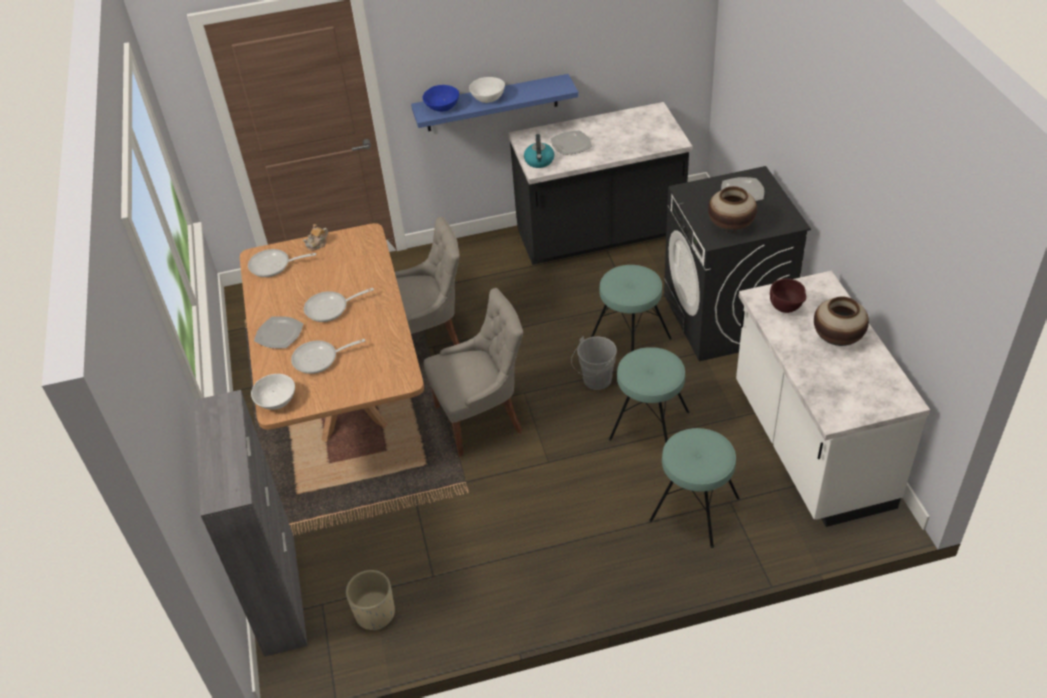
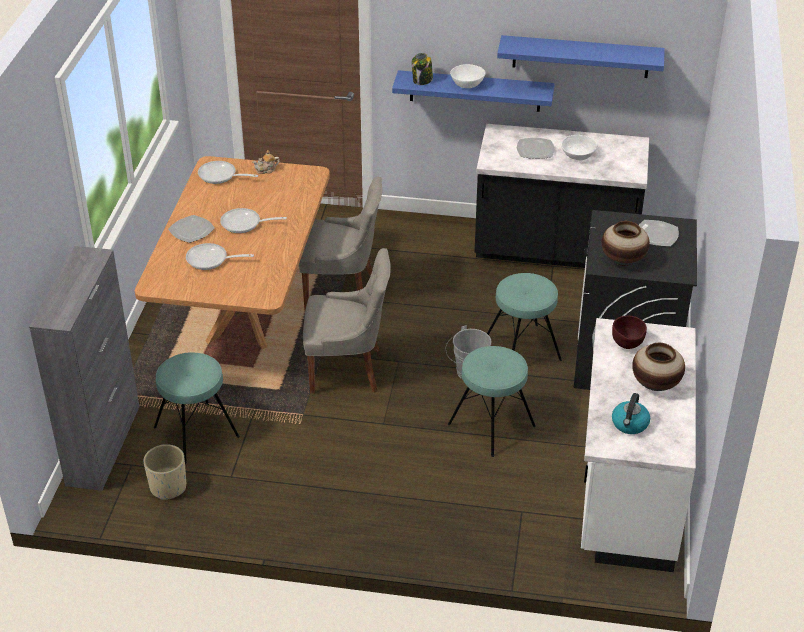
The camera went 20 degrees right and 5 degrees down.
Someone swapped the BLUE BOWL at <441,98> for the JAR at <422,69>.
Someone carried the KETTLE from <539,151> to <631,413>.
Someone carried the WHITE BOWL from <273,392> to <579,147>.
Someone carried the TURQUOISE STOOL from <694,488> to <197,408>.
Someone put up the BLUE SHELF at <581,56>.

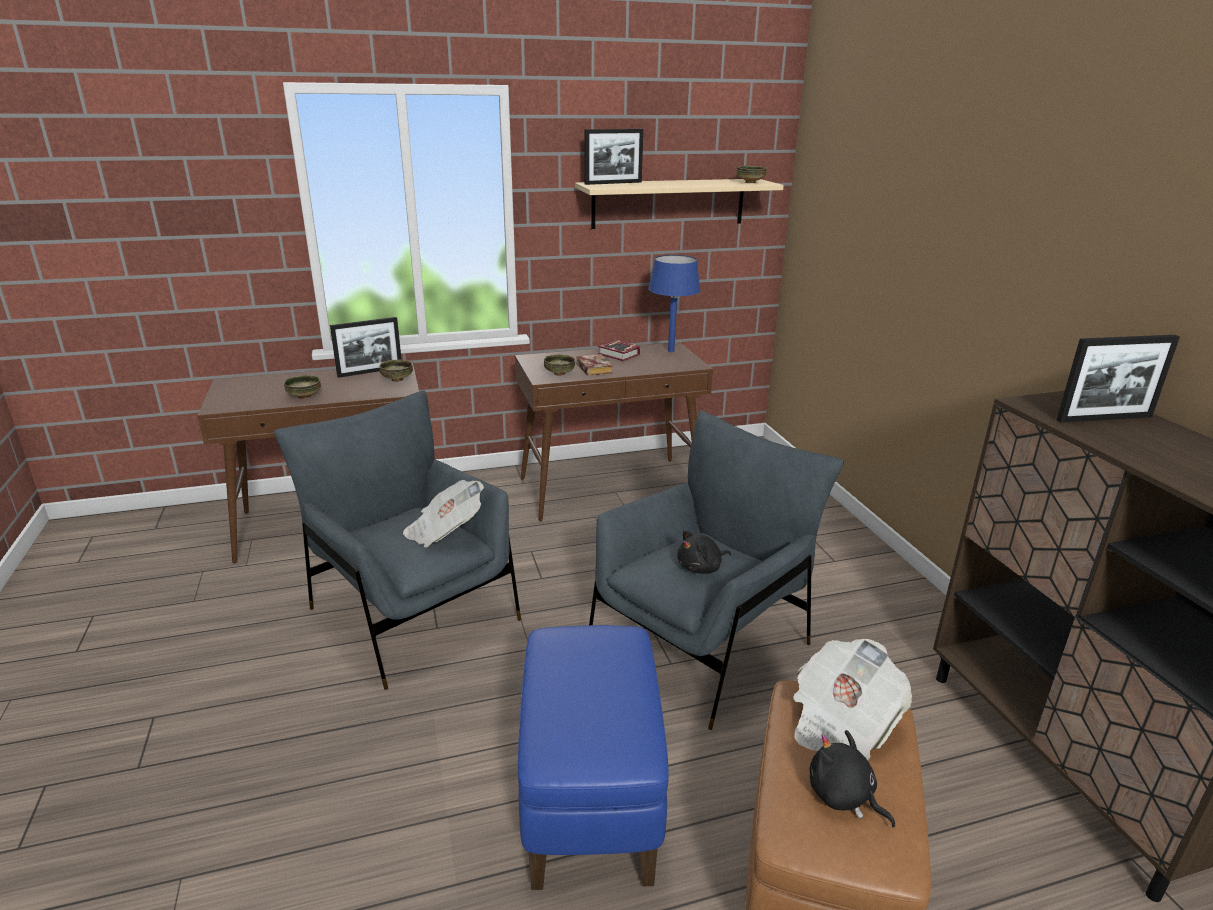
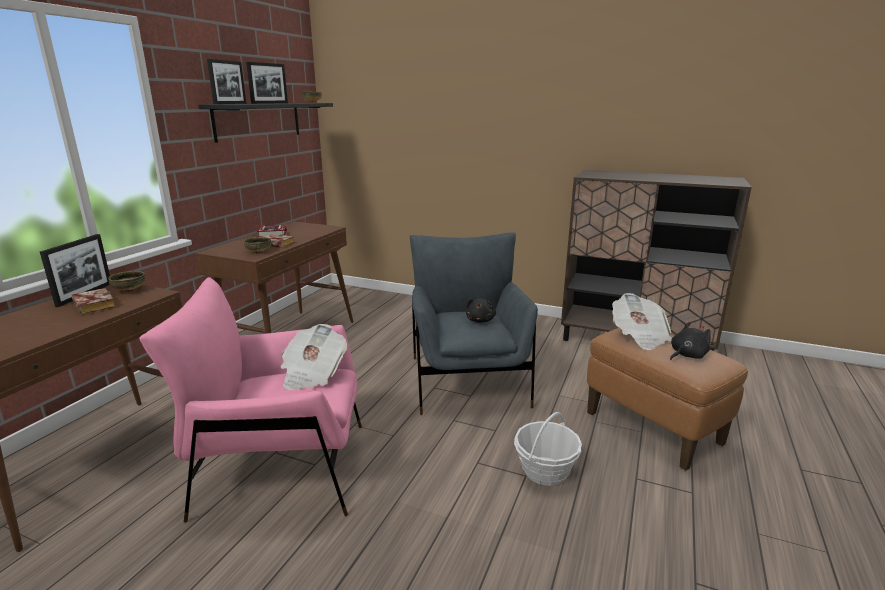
The camera went 50 degrees left and 5 degrees down.
Someone repainted the BEIGE SHELF at <679,204>, which became the BLACK SHELF at <265,123>.
Someone took away the BLUE TABLE LAMP at <674,303>.
Someone carried the PICTURE FRAME from <1118,379> to <267,83>.
Someone took away the BOWL at <302,387>.
Someone repainted the GREY ARMCHAIR at <397,540>, which became the PINK ARMCHAIR at <250,400>.
Someone swapped the BLUE OTTOMAN at <593,757> for the BASKET at <548,449>.
Someone rotated the BLACK PLUSH TOY at <852,779> by 150 degrees clockwise.
Someone put down the BOOK at <93,301>.

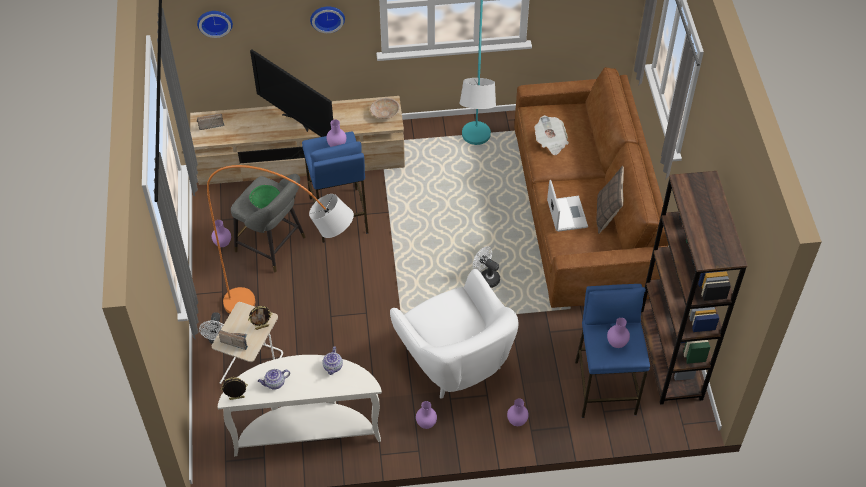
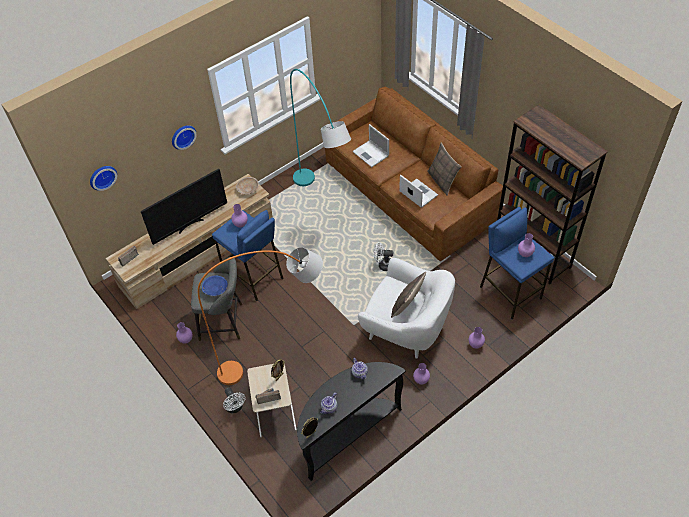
The camera went 30 degrees left and 0 degrees up.
Someone rotated the TELEVISION at <291,93> by 45 degrees counterclockwise.
Someone swapped the NEWSPAPER at <551,135> for the LAPTOP at <370,145>.
Someone repainted the GREEN BOWL at <264,197>, which became the BLUE BOWL at <215,285>.
Someone repainted the WHITE CONSOLE TABLE at <300,405>, which became the BLACK CONSOLE TABLE at <351,421>.
Someone put down the PILLOW at <408,295>.

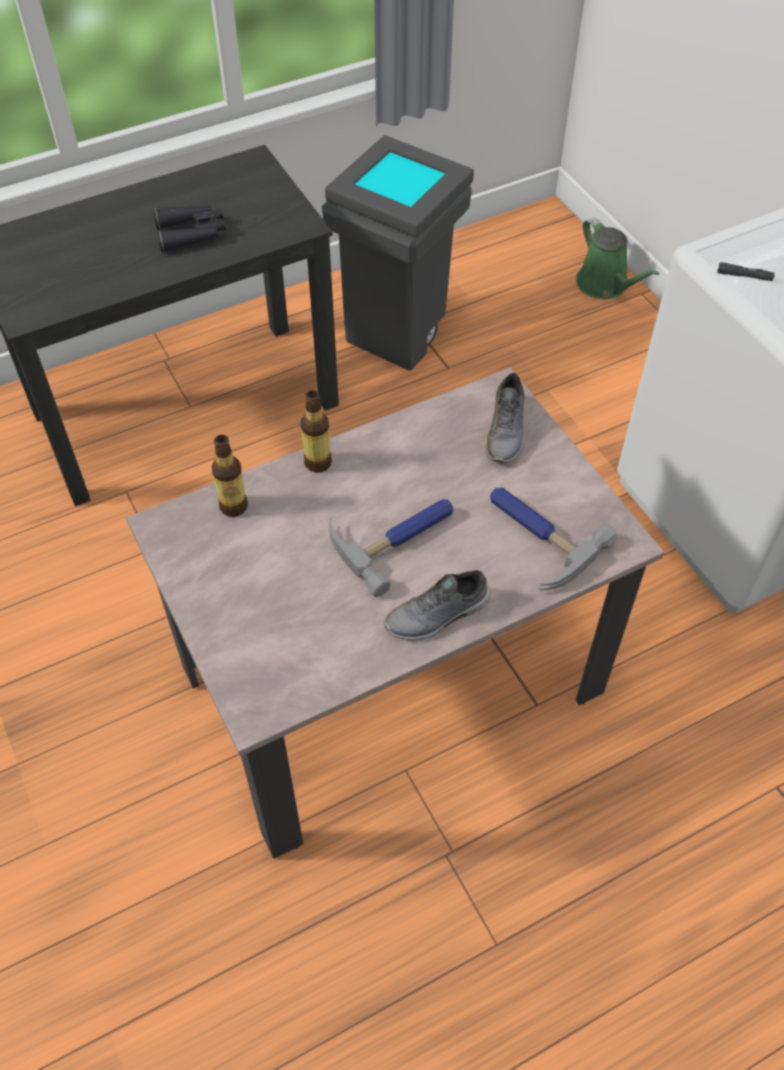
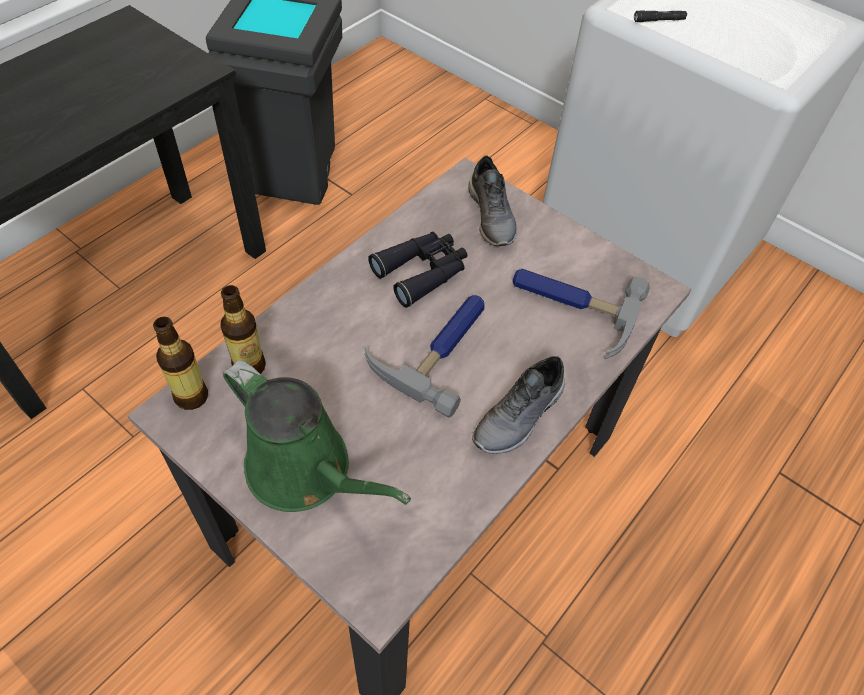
The camera went 25 degrees left and 0 degrees up.
Someone carried the BLACK BINOCULARS from <189,228> to <417,270>.
Someone carried the GREEN WATERING CAN from <617,258> to <317,436>.
Someone carried the BOTTLE from <316,431> to <180,363>.

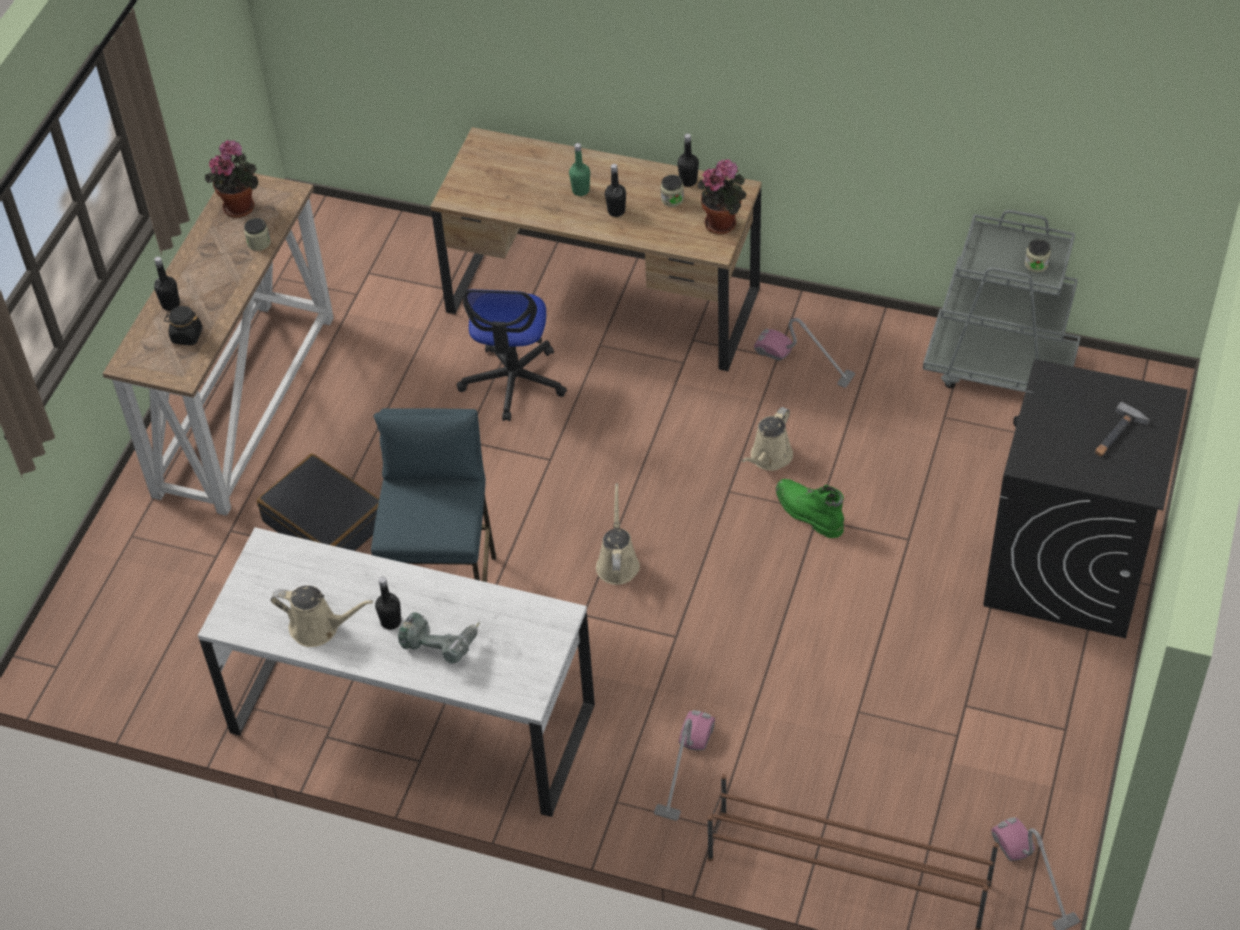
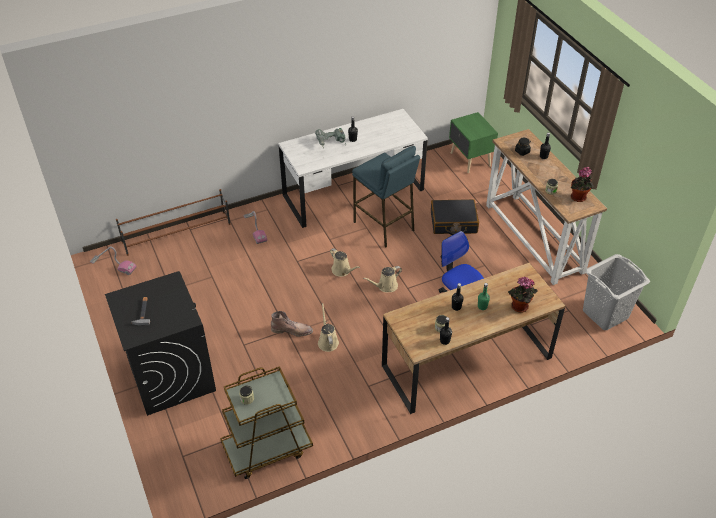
The camera went 135 degrees right and 5 degrees down.
Someone carried the POTTED PLANT from <721,197> to <522,295>.
Someone repainted the GREY CART at <1002,301>, which became the BROWN CART at <266,422>.
Someone took away the VACUUM CLEANER at <804,353>.
Someone repainted the GREEN BOOT at <810,508>, which became the BROWN BOOT at <292,324>.
Someone carried the BEIGE WATERING CAN from <322,616> to <382,279>.
Someone put down the GREEN NIGHTSTAND at <473,142>.
Someone put down the GREY LAUNDRY BASKET at <616,292>.

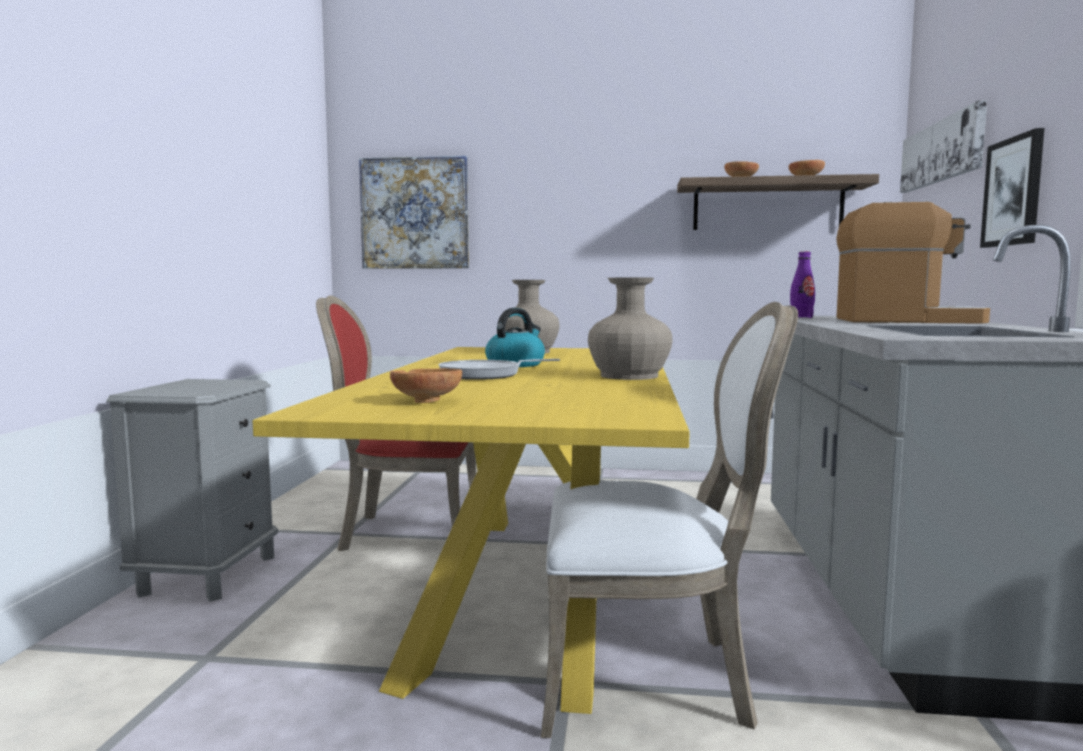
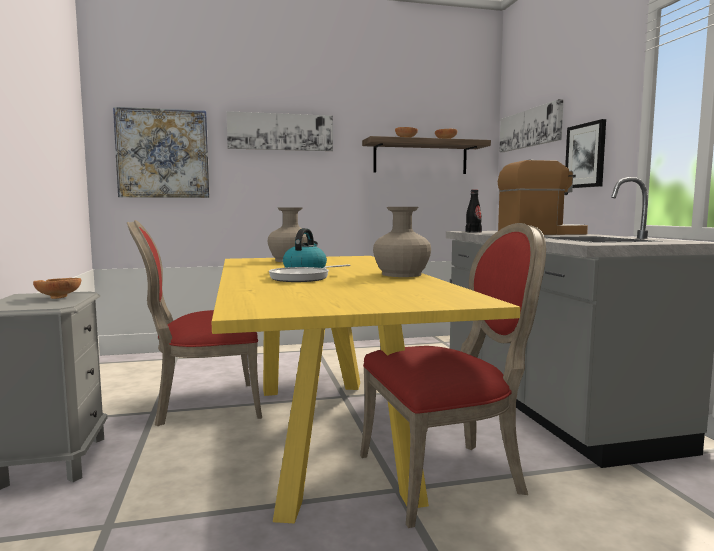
The camera went 20 degrees left and 0 degrees up.
Someone repainted the PURPLE BOTTLE at <802,285>, which became the BLACK BOTTLE at <473,211>.
Someone repainted the WHITE CHAIR at <669,520>, which became the RED CHAIR at <453,375>.
Someone carried the BROWN BOWL from <426,385> to <57,288>.
Someone put up the PICTURE at <280,131>.

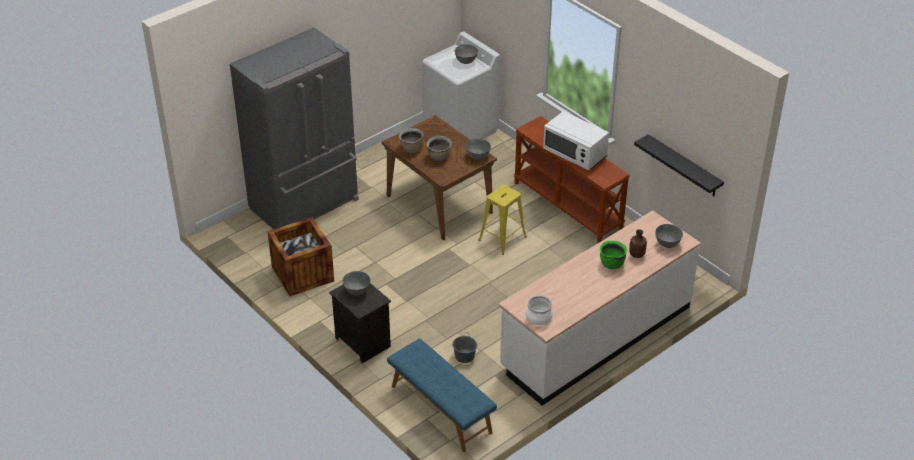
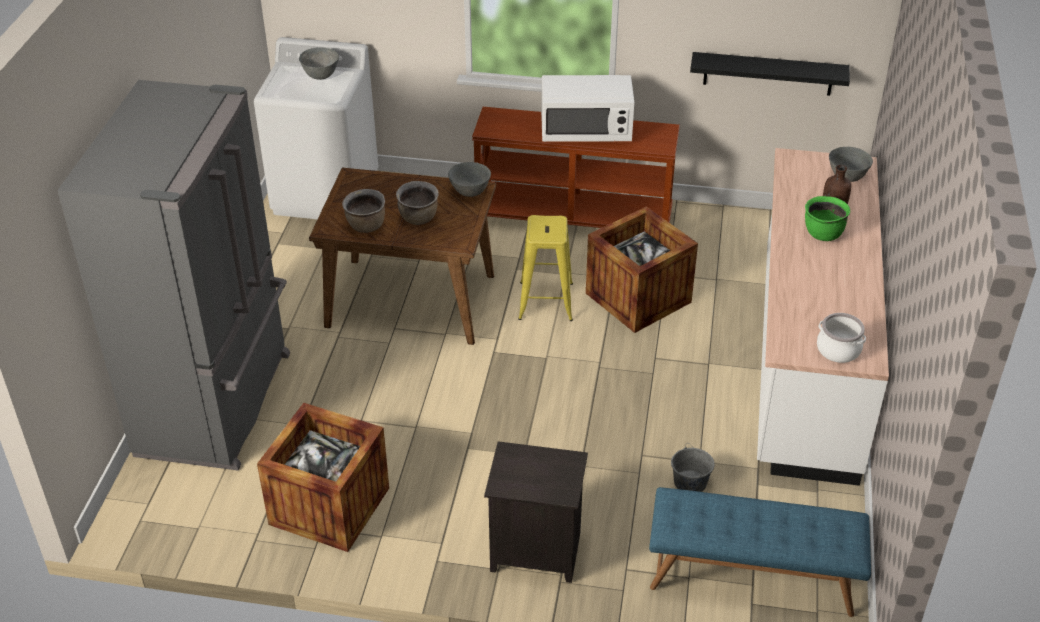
The camera went 40 degrees left and 0 degrees up.
Someone took away the GREY BOWL at <356,283>.
Someone put down the CRATE at <642,269>.

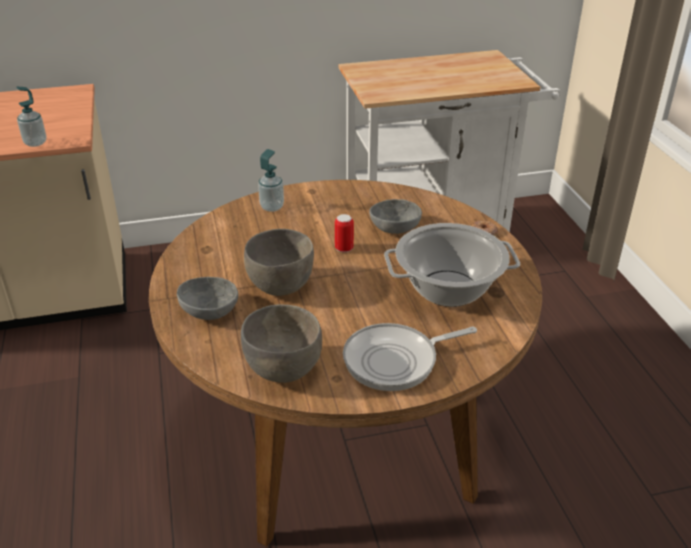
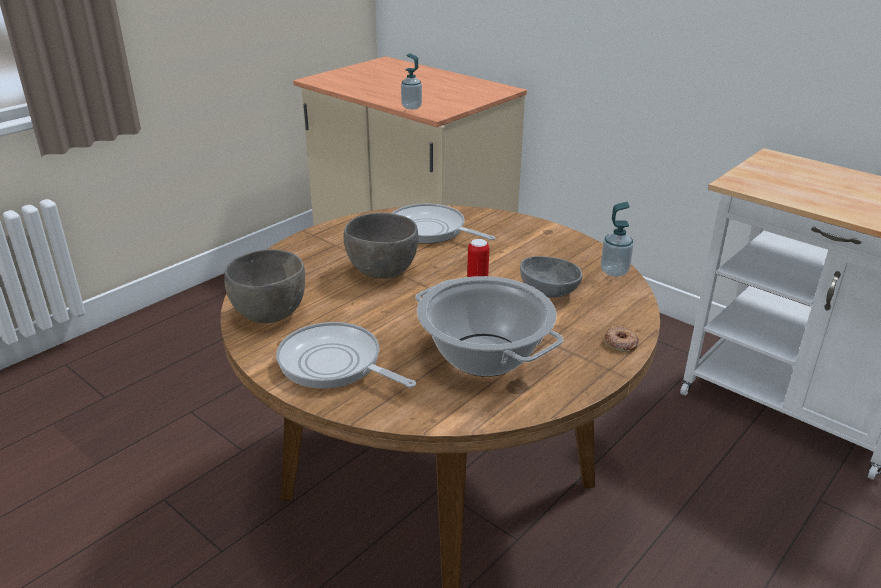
The camera went 55 degrees right and 5 degrees down.
Someone carried the SOAP DISPENSER from <271,180> to <617,239>.
Someone took away the GREY BOWL at <208,298>.
Someone put down the FRYING PAN at <443,223>.

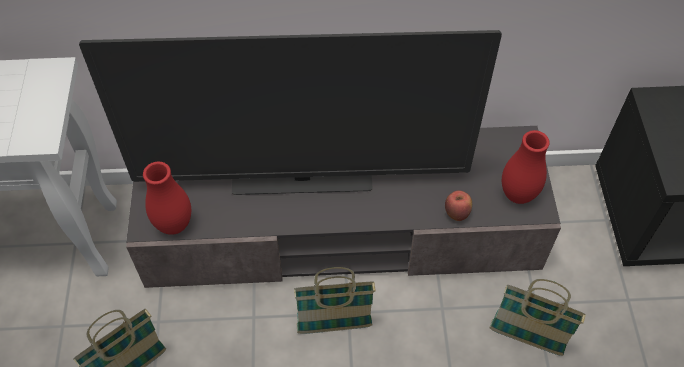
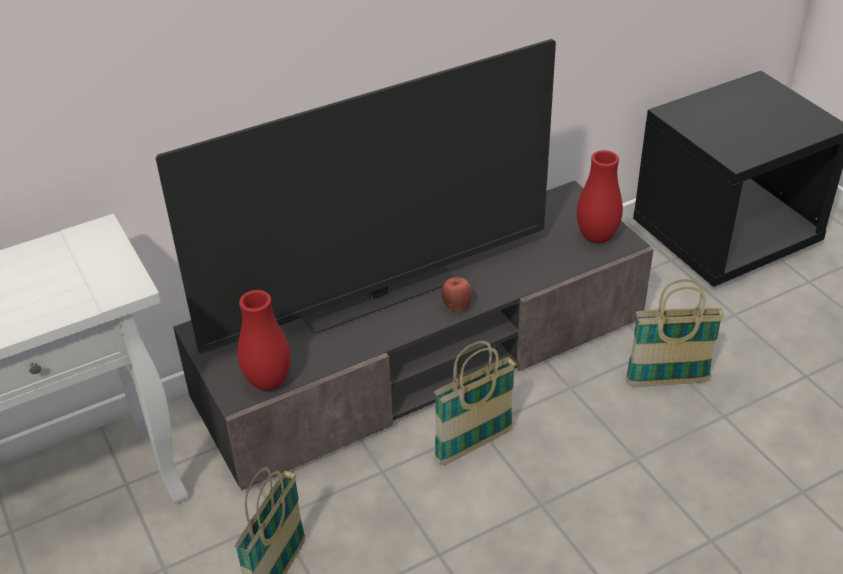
The camera went 25 degrees left and 15 degrees down.
Someone carried the APPLE from <458,205> to <456,294>.

